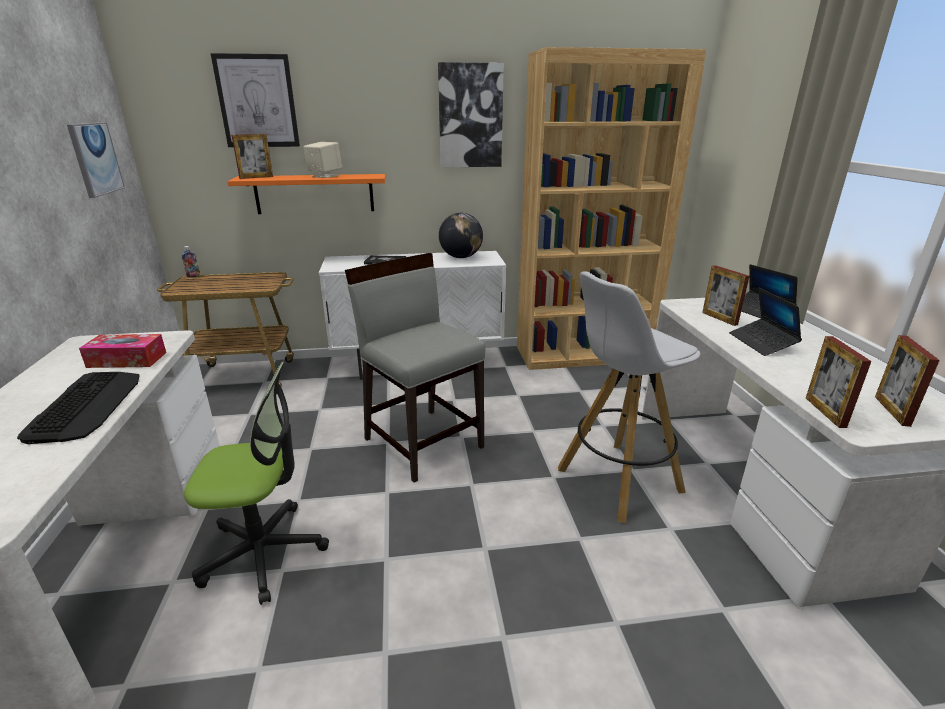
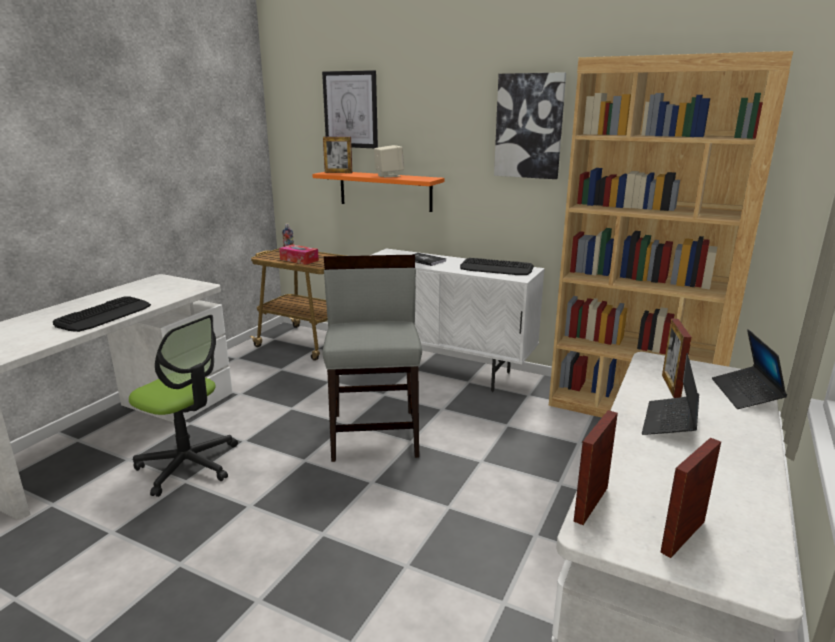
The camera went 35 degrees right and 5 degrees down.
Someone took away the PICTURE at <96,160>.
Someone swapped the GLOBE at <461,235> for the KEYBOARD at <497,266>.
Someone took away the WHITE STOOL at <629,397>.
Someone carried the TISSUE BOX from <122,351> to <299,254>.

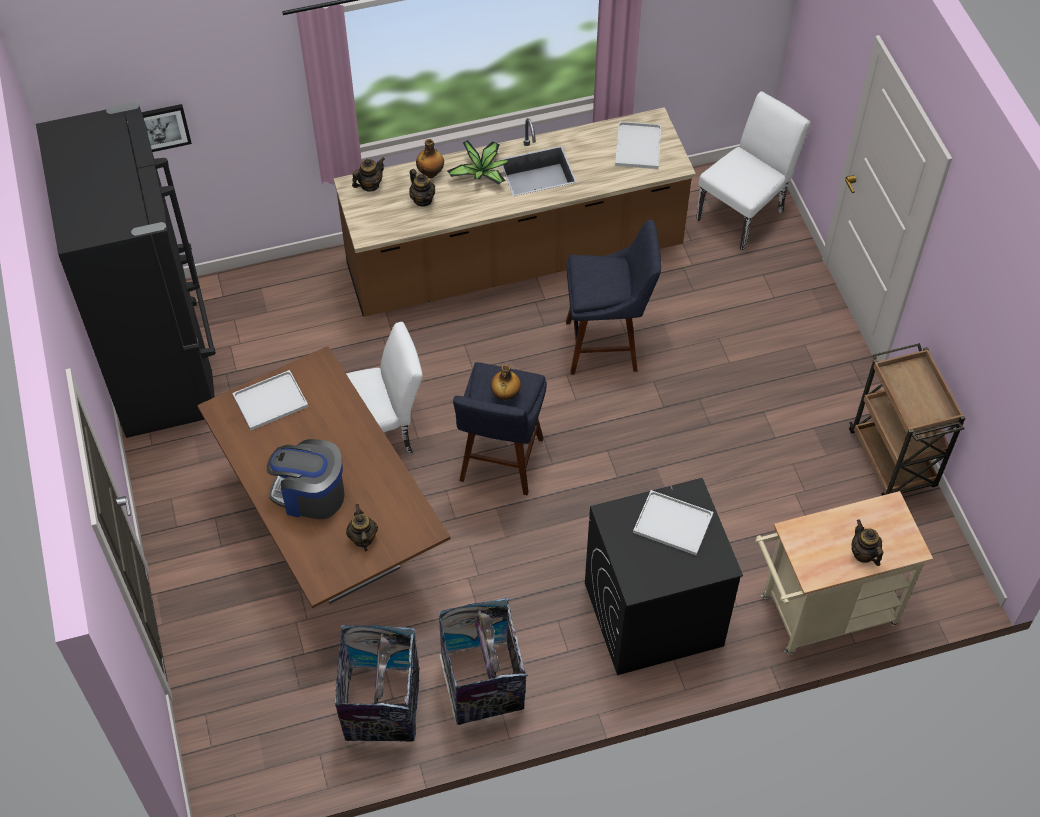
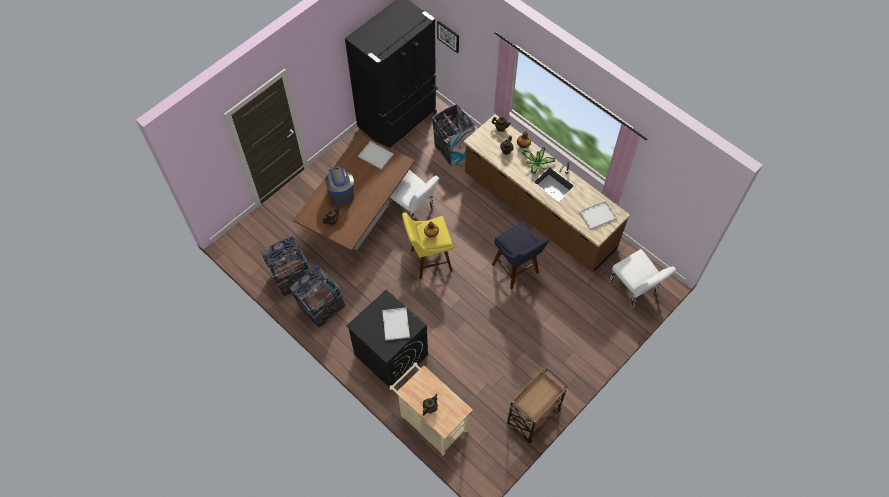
The camera went 60 degrees right and 5 degrees up.
Someone rotated the WHITE CHAIR at <753,171> by 45 degrees clockwise.
Someone repainted the BLUE STOOL at <500,428>, which became the YELLOW STOOL at <427,245>.
Someone put down the TRASH CAN at <453,135>.

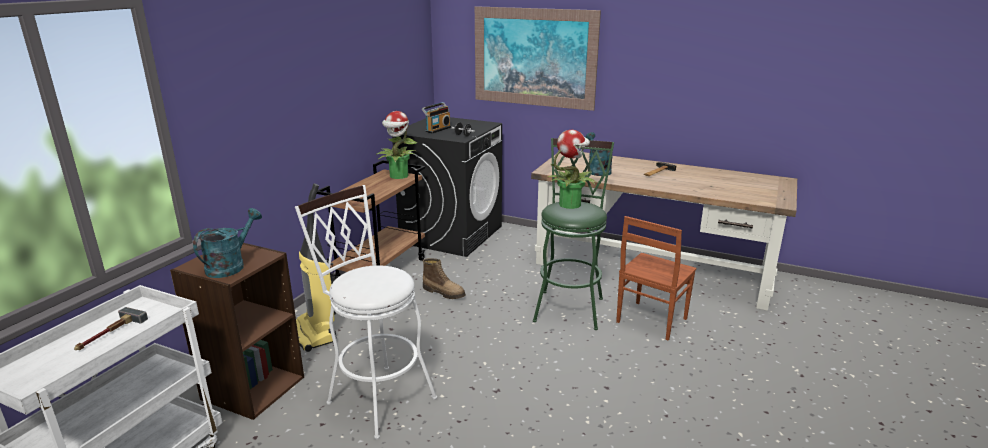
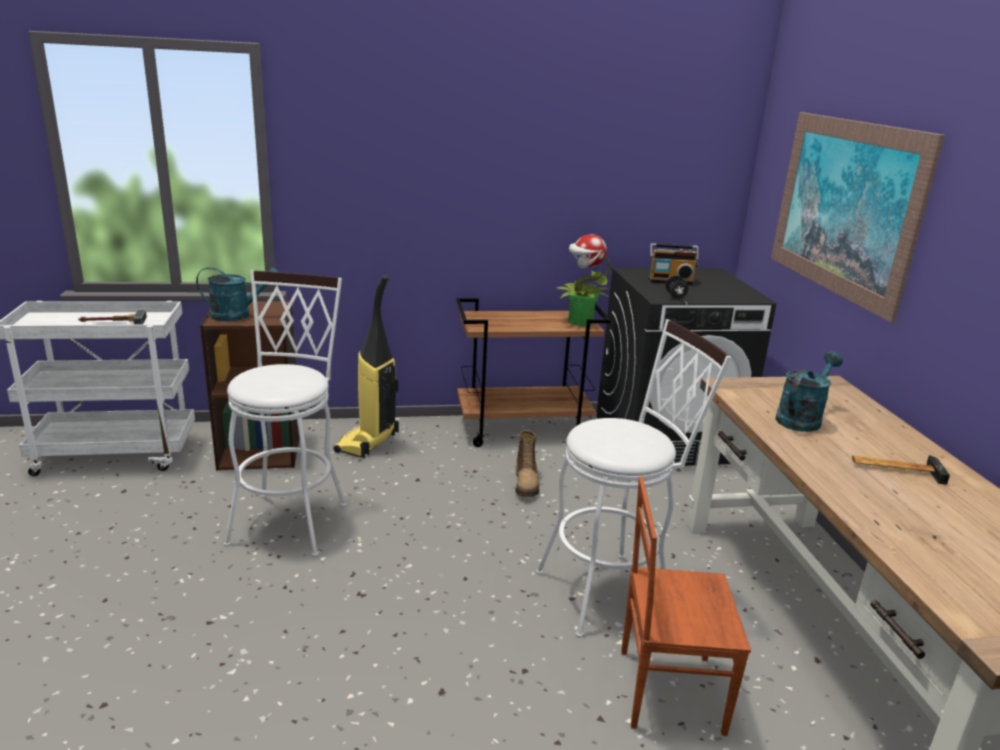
The camera went 55 degrees right and 0 degrees up.
Someone took away the POTTED PLANT at <571,169>.
Someone repainted the GREEN STOOL at <573,234>, which became the WHITE STOOL at <633,478>.

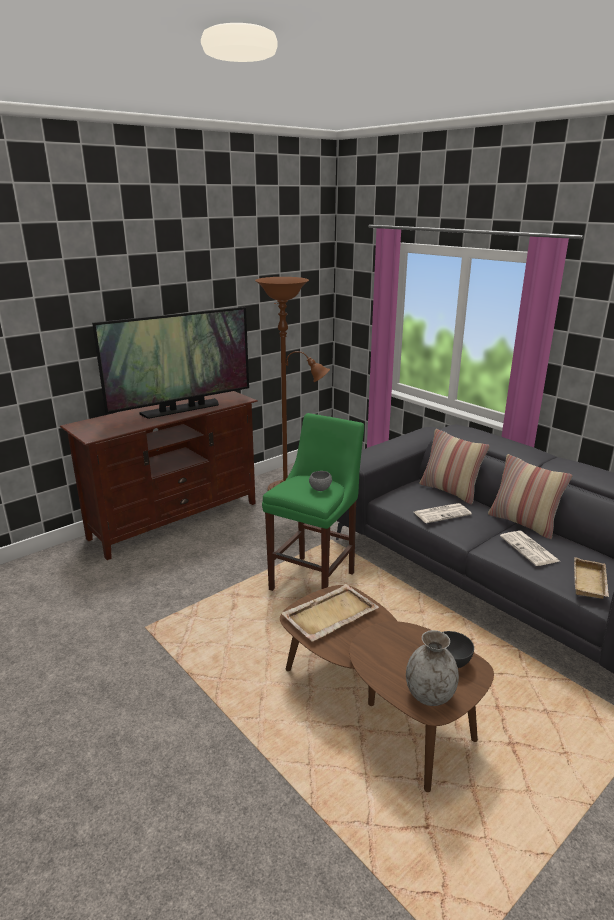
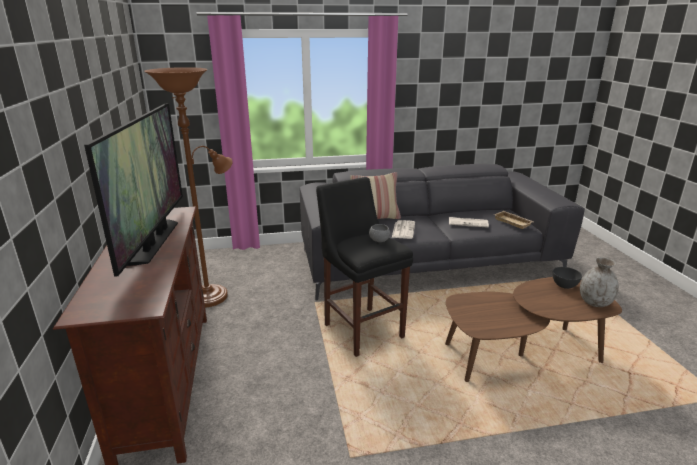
The camera went 60 degrees left and 0 degrees up.
Someone repainted the GREEN STOOL at <313,502>, which became the BLACK STOOL at <364,267>.
Someone took away the PILLOW at <530,496>.
Someone took away the BEIGE TRAY at <330,613>.

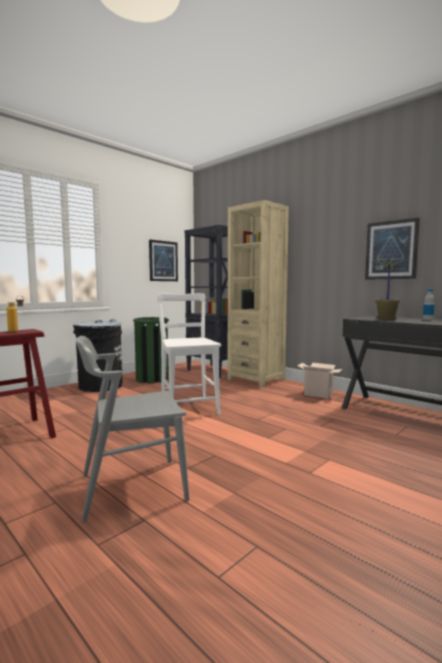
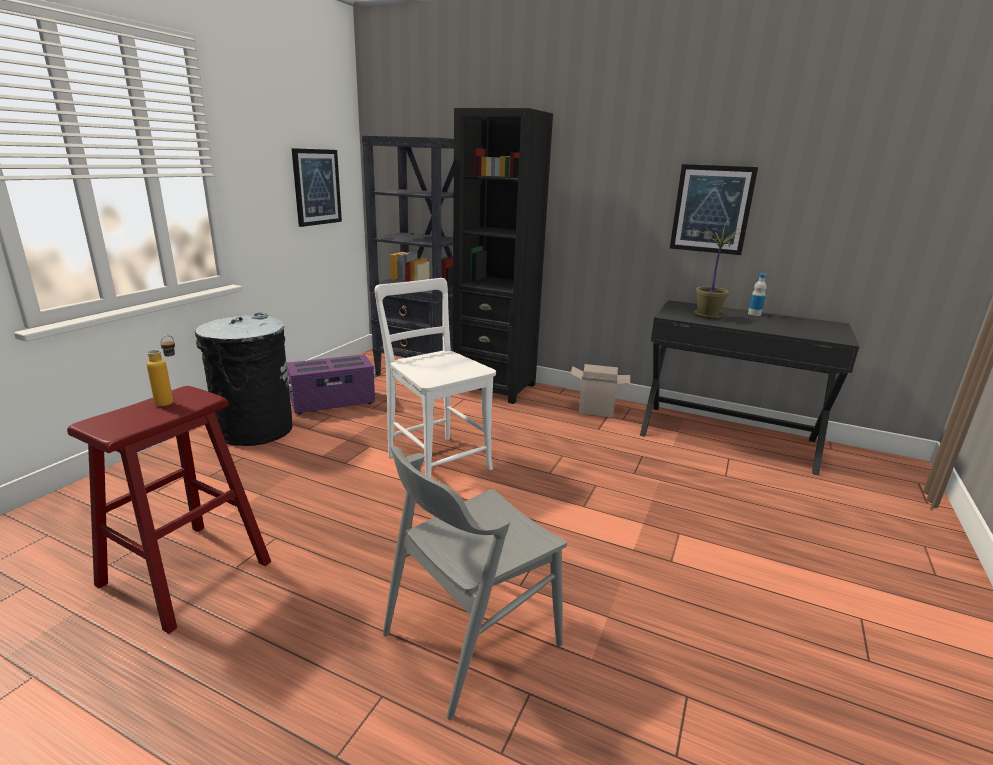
The camera went 20 degrees left and 15 degrees up.
Someone repainted the BEIGE BOOKCASE at <258,294>, which became the BLACK BOOKCASE at <503,256>.
Someone swapped the GREEN TRASH CAN at <151,350> for the PURPLE STORAGE BOX at <331,384>.

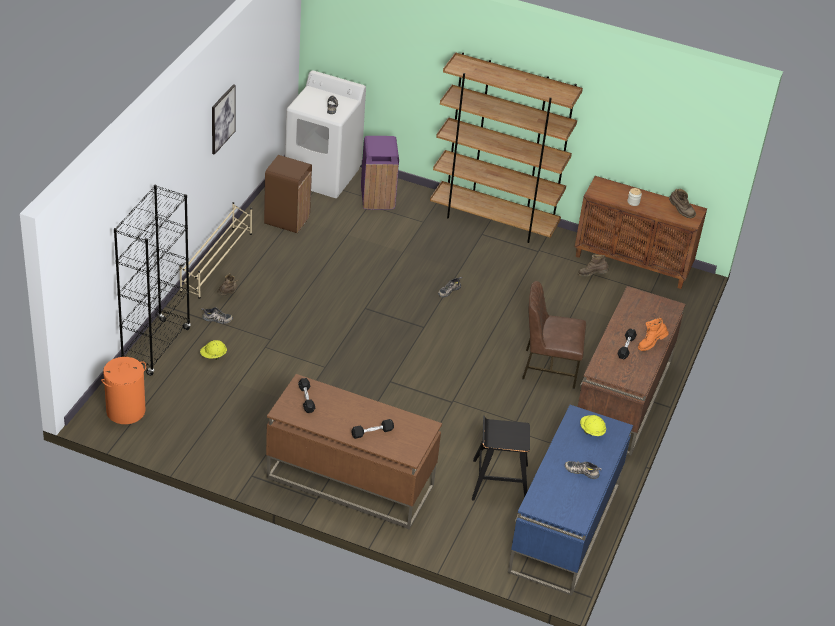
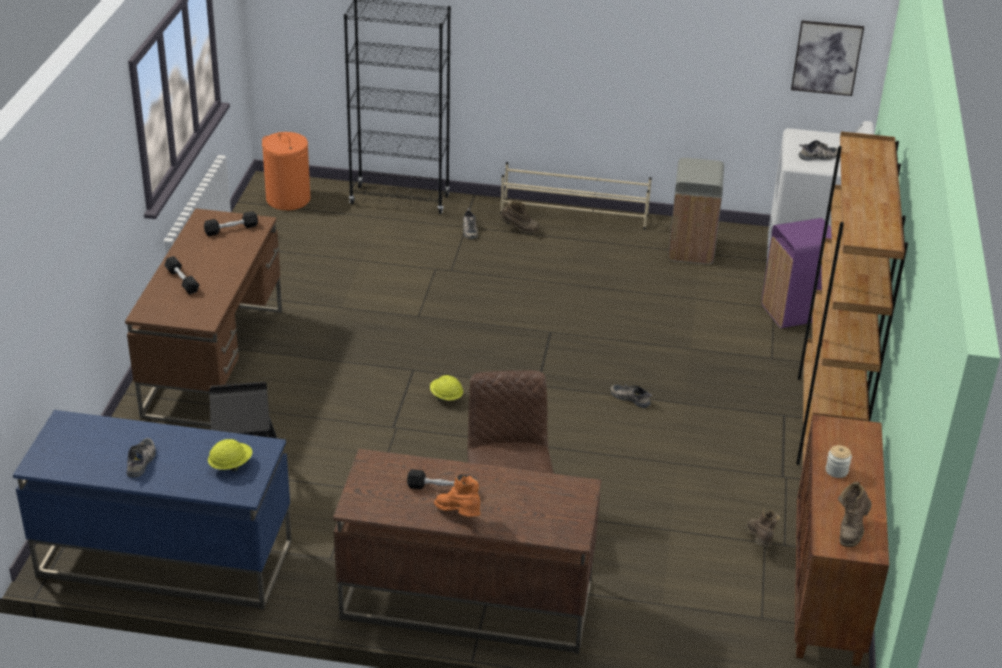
The camera went 80 degrees right and 5 degrees down.
Someone carried the PICTURE from <224,119> to <827,58>.
Someone repainted the BROWN TRASH CAN at <288,194>, which became the GREY TRASH CAN at <696,211>.
Someone carried the YELLOW HARD HAT from <213,350> to <446,388>.

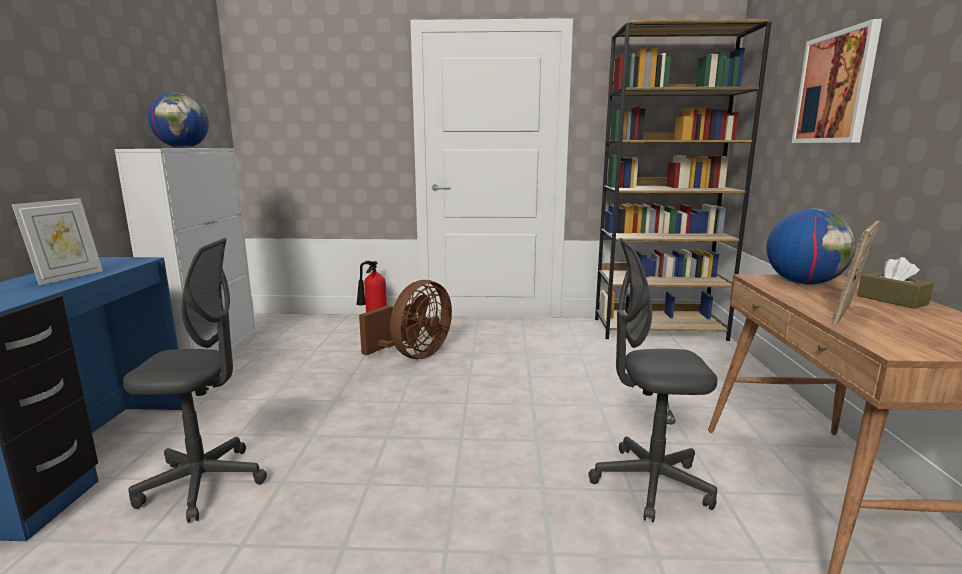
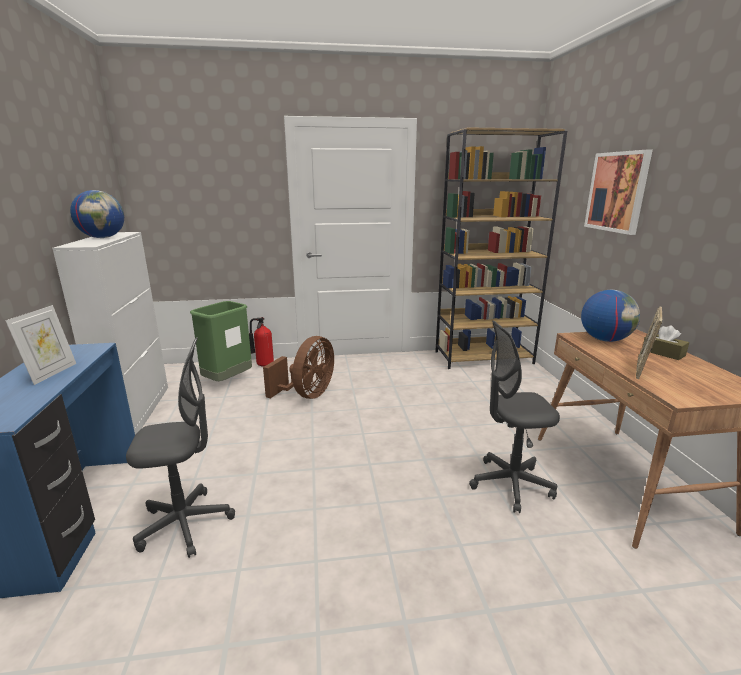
The camera went 10 degrees left and 5 degrees up.
Someone put down the GREEN TRASH CAN at <221,341>.

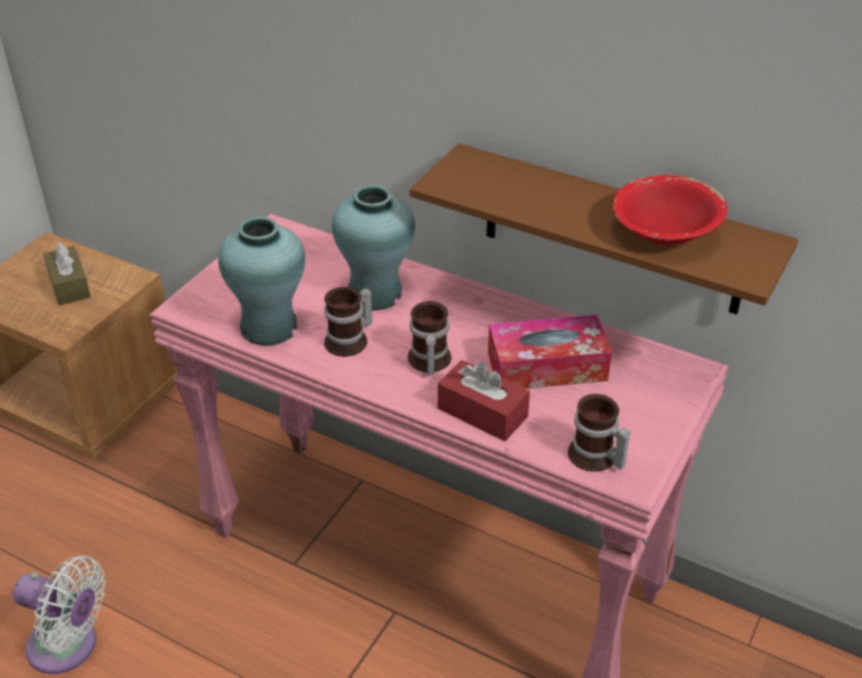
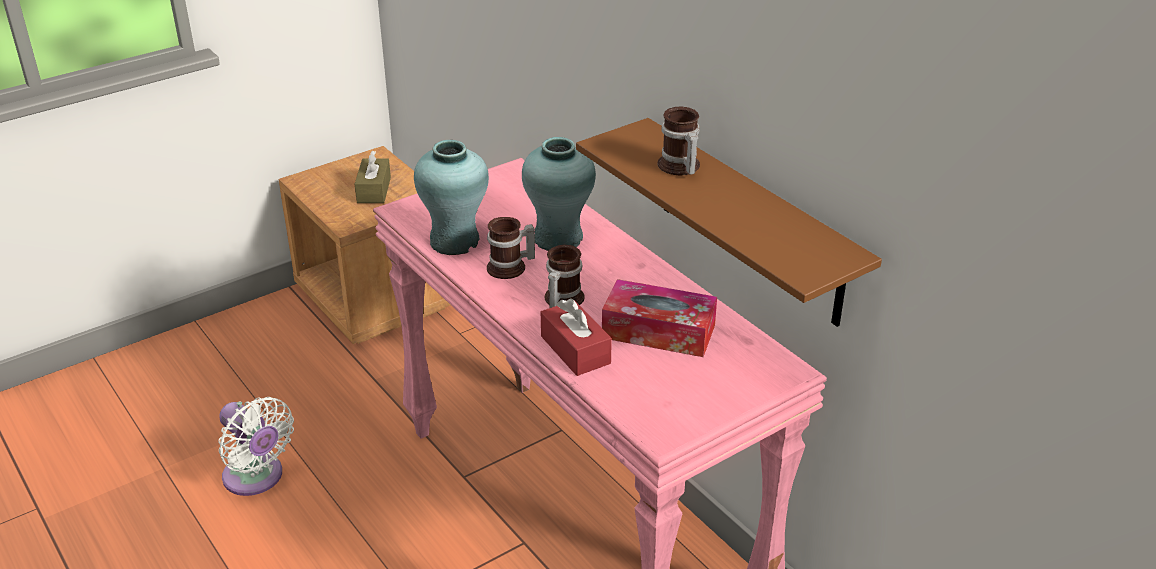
The camera went 25 degrees right and 5 degrees down.
Someone took away the RED BOWL at <670,210>.
Someone carried the MUG from <599,433> to <679,141>.

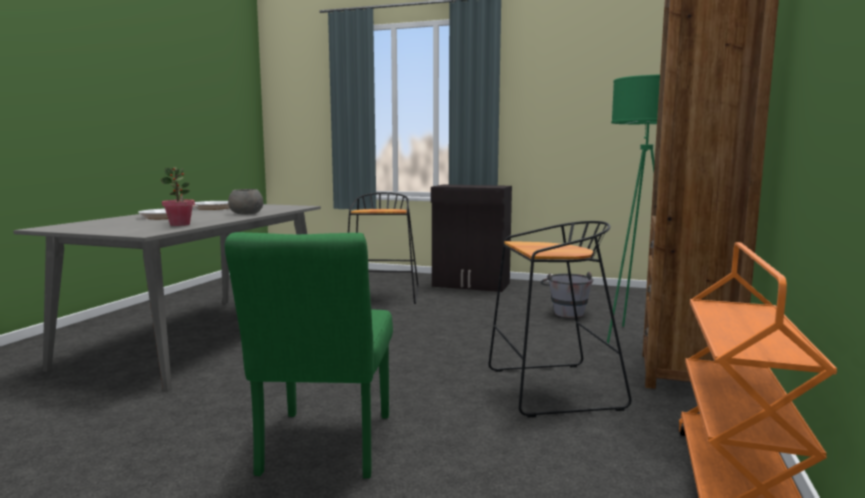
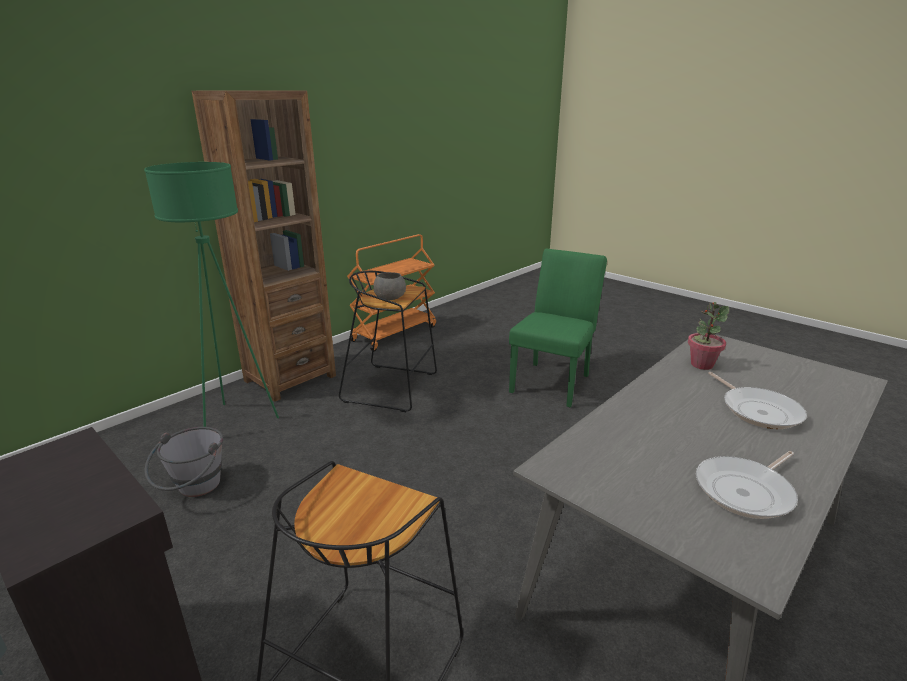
The camera went 155 degrees left and 15 degrees up.
Someone carried the GREY BOWL from <245,201> to <389,286>.

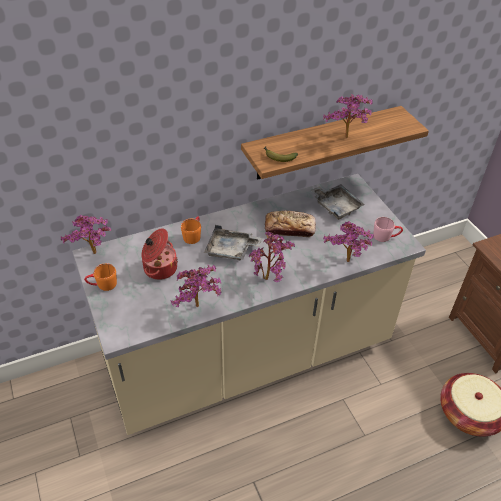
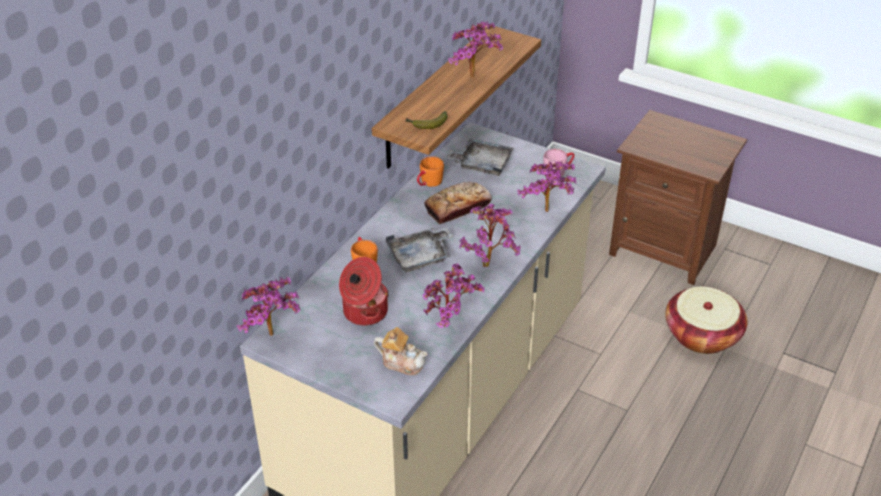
The camera went 35 degrees left and 5 degrees down.
Someone carried the ORANGE MUG from <100,277> to <430,171>.
Someone put down the TEAPOT at <400,351>.

